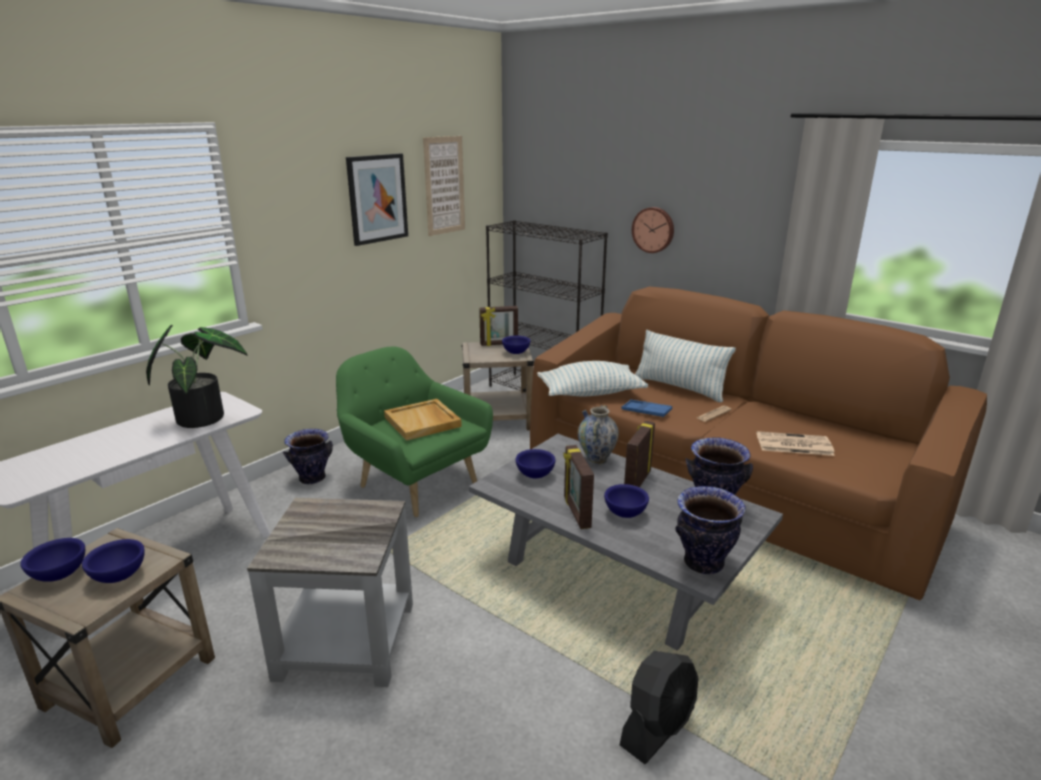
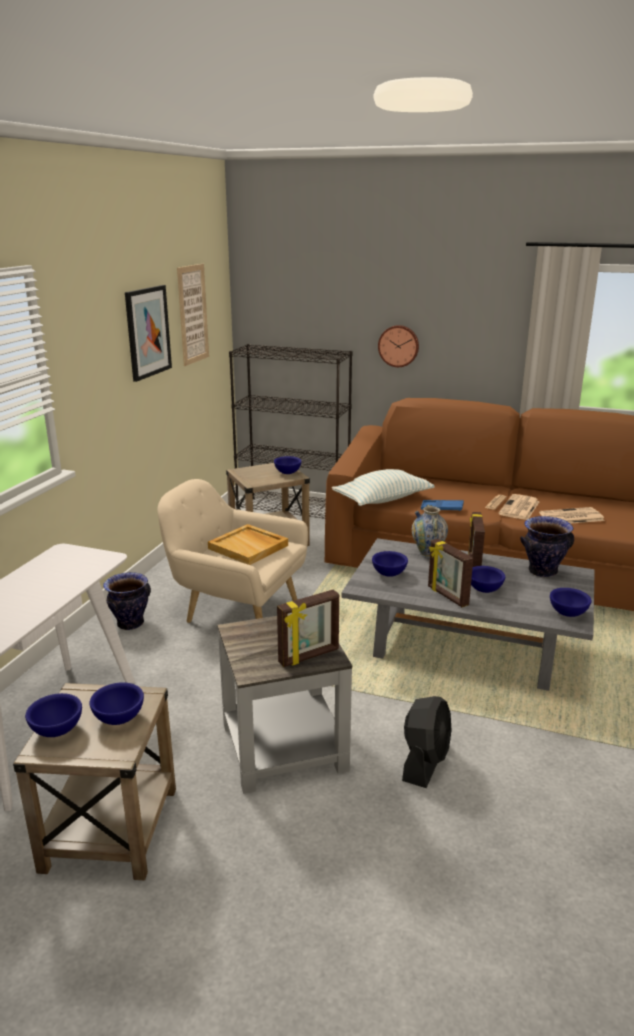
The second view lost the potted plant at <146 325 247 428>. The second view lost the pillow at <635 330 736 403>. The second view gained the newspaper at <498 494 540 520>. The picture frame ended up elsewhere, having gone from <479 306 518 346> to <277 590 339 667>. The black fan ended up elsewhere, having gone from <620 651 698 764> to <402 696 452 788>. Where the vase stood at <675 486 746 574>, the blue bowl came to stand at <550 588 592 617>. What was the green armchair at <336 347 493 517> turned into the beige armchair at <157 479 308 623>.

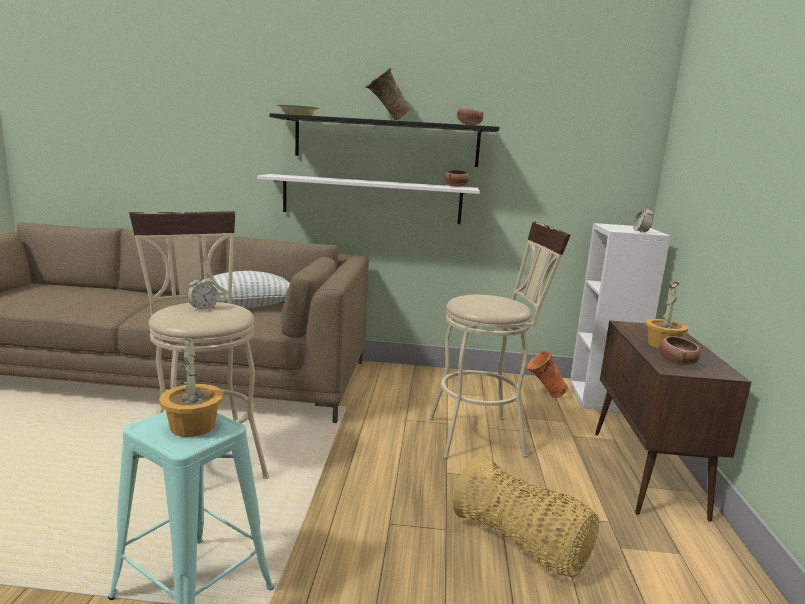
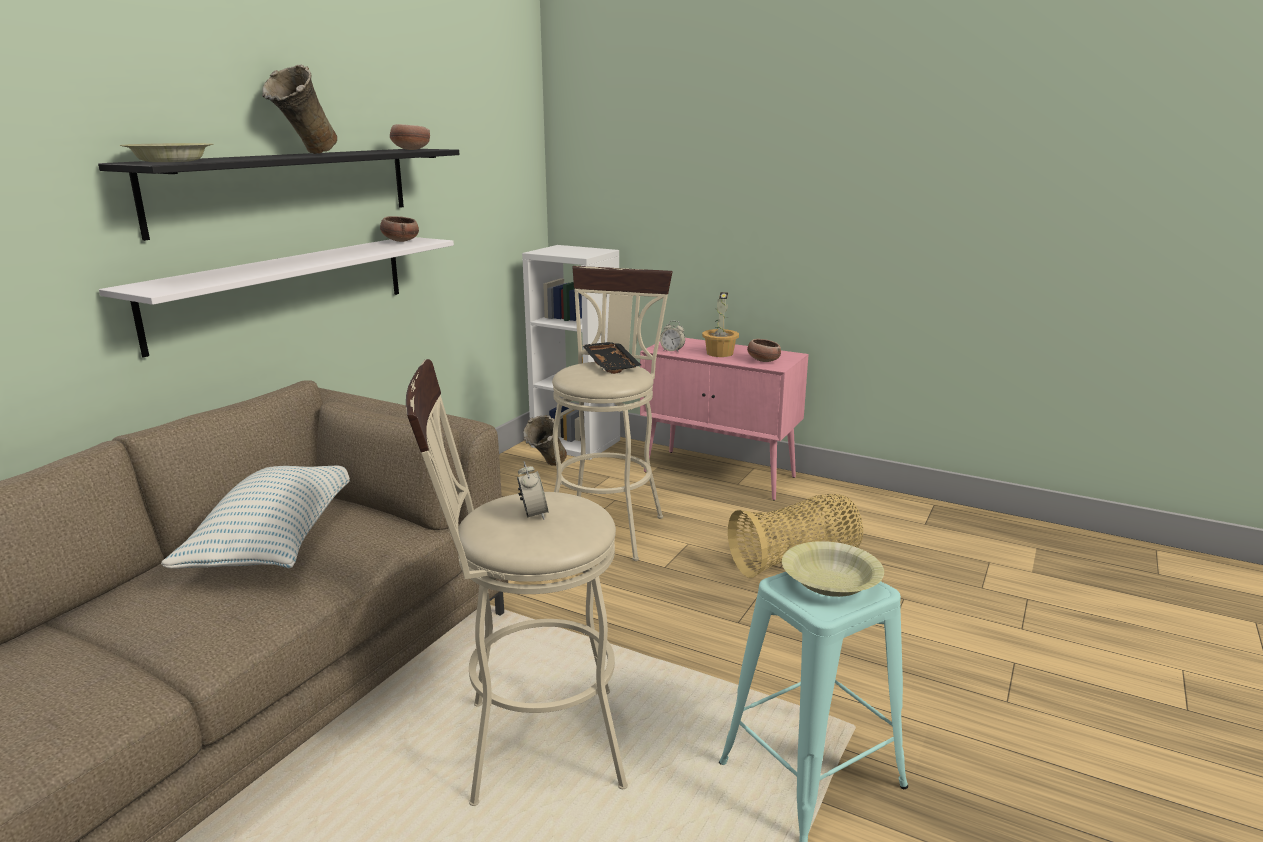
The second view gained the black tray at <582 342 641 374>. The alarm clock ended up elsewhere, having gone from <633 205 653 232> to <660 321 685 353>. Where the potted plant stood at <159 335 224 437>, the yellow bowl came to stand at <782 541 884 597>. What was the orange vase at <526 350 568 398> turned into the beige vase at <523 415 567 466>. What was the brown cabinet at <595 320 751 522> turned into the pink cabinet at <640 338 809 501>.

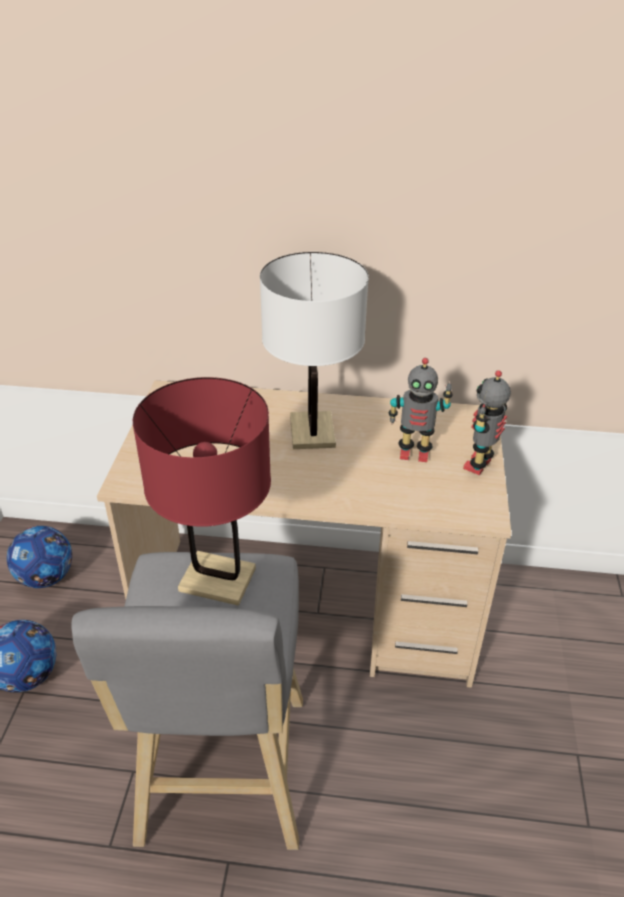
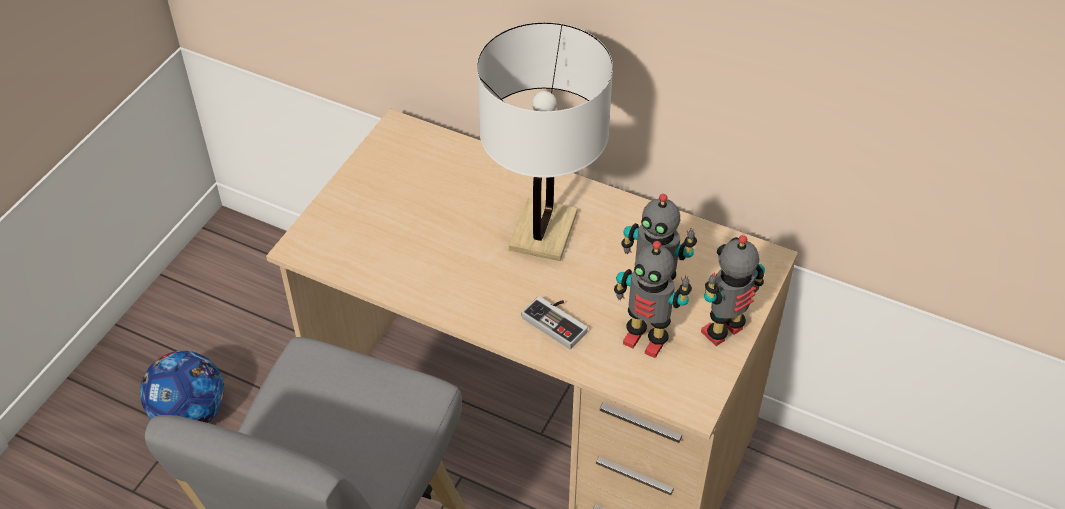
The second view lost the football at <7 526 72 588>. The second view lost the red table lamp at <133 377 271 606>. The second view gained the game controller at <522 296 588 349>. The second view gained the toy robot at <614 241 692 358>.

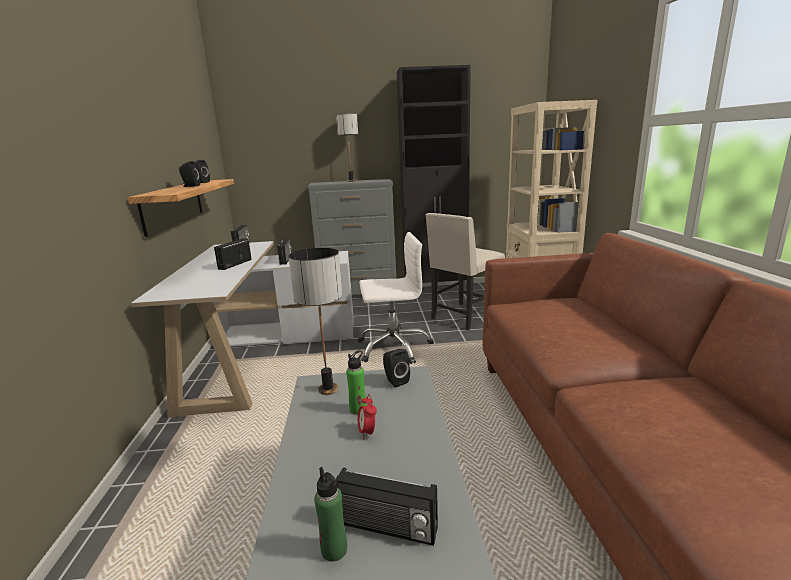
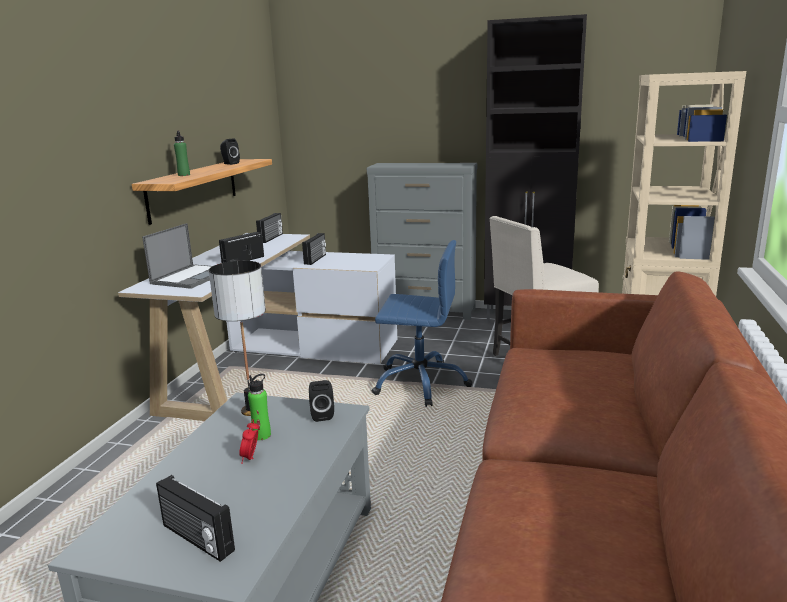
The second view lost the black speaker at <179 161 200 187>. The second view lost the table lamp at <336 113 358 182>. The second view gained the laptop at <142 223 212 289>. The green bottle ended up elsewhere, having gone from <314 467 347 562> to <174 131 190 176>. What was the white office chair at <357 232 434 364> turned into the blue office chair at <372 240 472 407>.

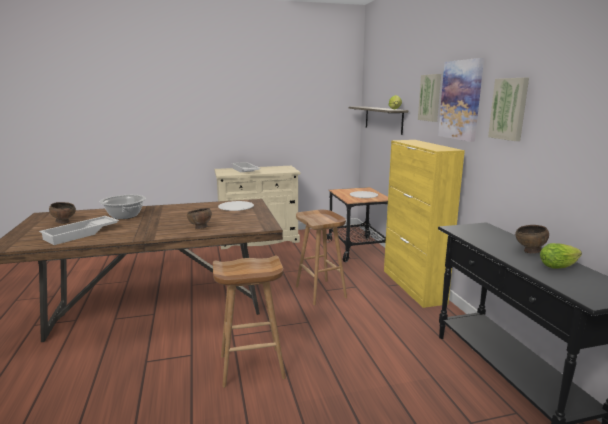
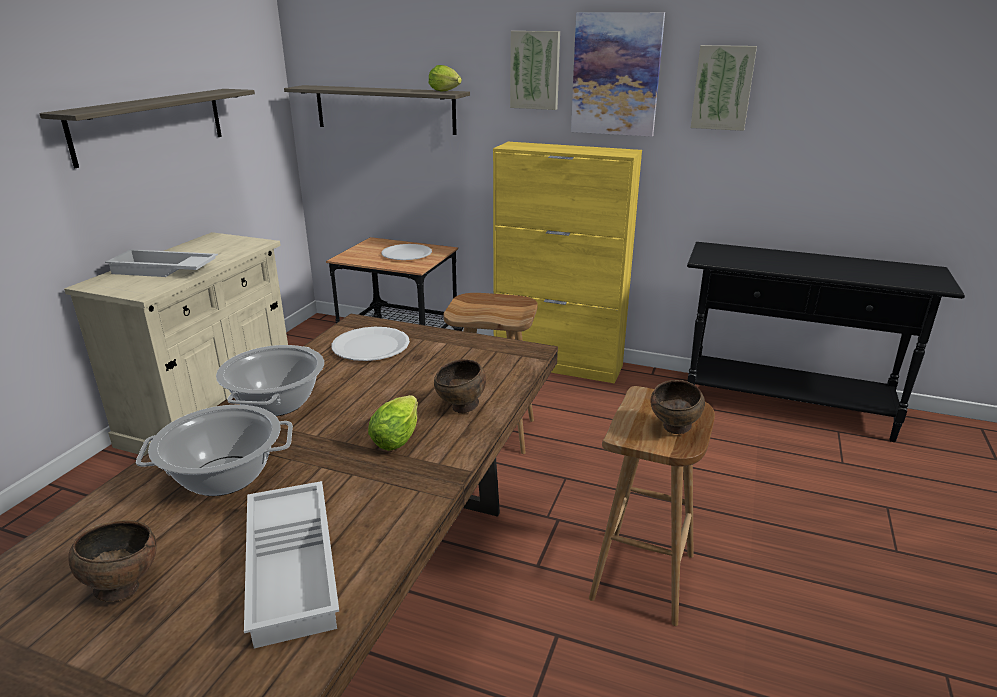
The second view gained the shelf at <39 89 255 168>. The second view gained the cooking pot at <216 345 324 416>. The brown bowl ended up elsewhere, having gone from <515 225 549 253> to <650 380 705 434>. The lettuce ended up elsewhere, having gone from <540 243 582 269> to <368 395 418 451>.

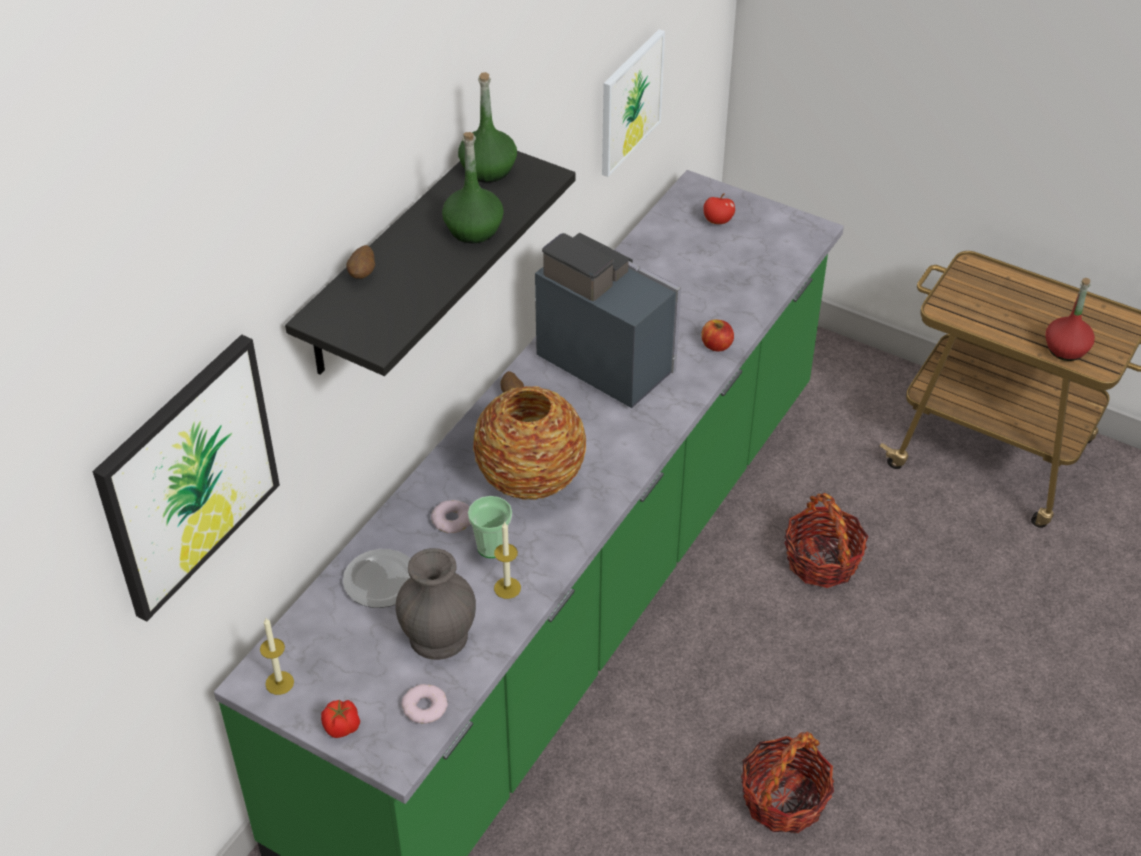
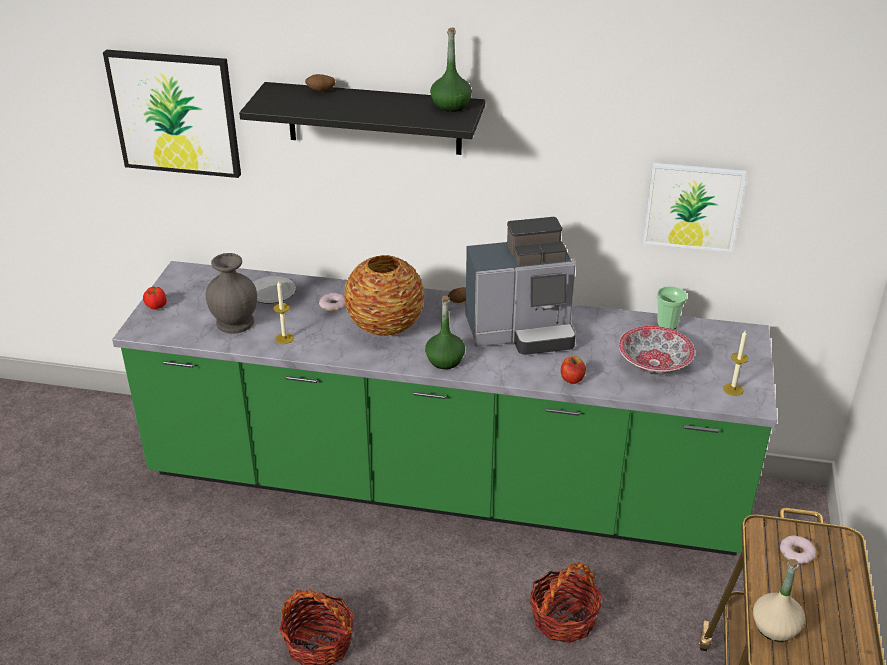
The second view lost the apple at <703 193 735 224>. The second view gained the bowl at <619 326 695 374>. The candle ended up elsewhere, having gone from <260 618 294 695> to <723 331 748 396>. The donut ended up elsewhere, having gone from <401 684 448 724> to <780 535 816 564>. The green bottle ended up elsewhere, having gone from <442 132 504 243> to <425 296 465 369>. The cup ended up elsewhere, having gone from <468 496 512 558> to <656 286 687 330>. What was the red bottle at <1045 278 1095 361> turned into the beige bottle at <753 559 805 642>. The coffee machine at <535 233 681 408> ended up facing another way, 60 degrees clockwise from before.

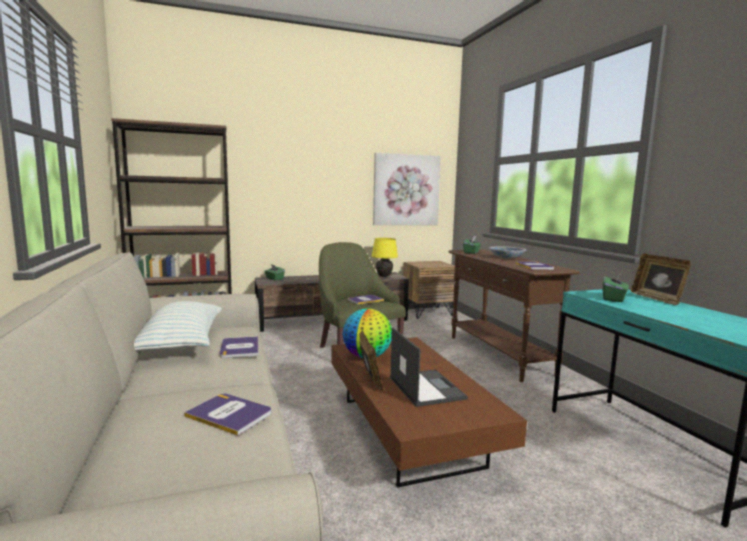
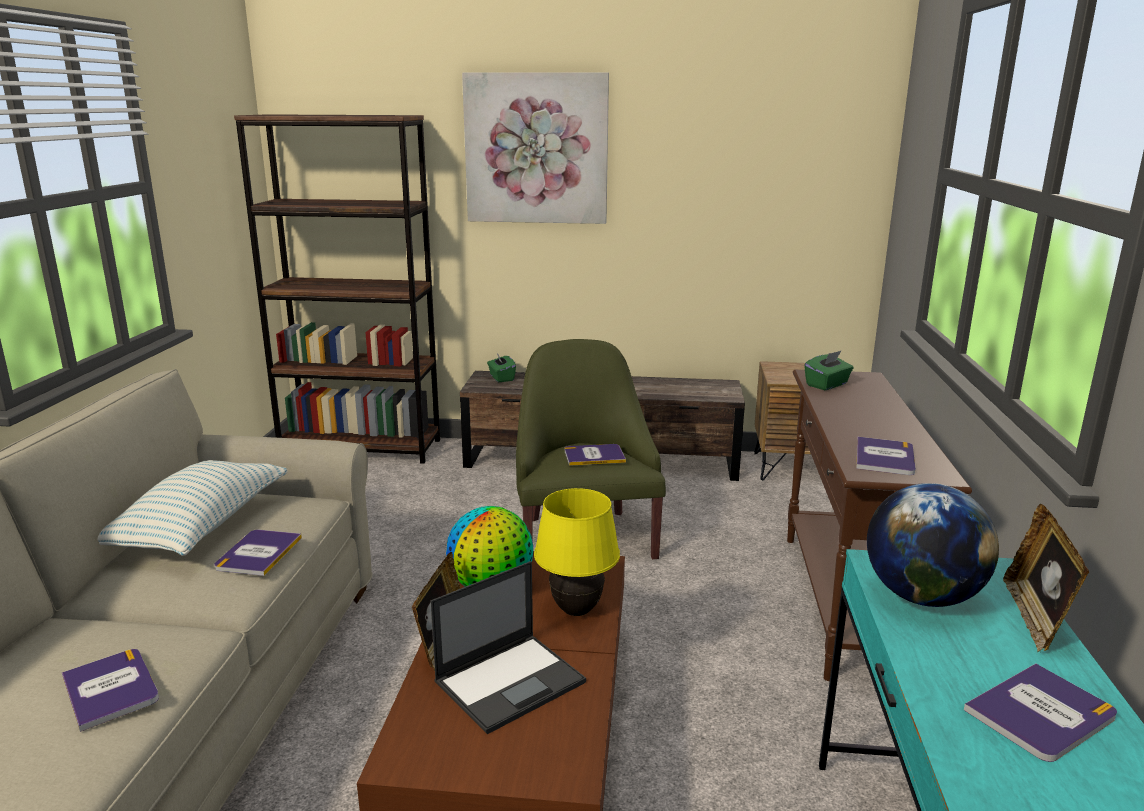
The second view lost the bowl at <489 246 526 259>. The second view gained the book at <964 663 1117 762>. The yellow table lamp ended up elsewhere, having gone from <371 238 398 277> to <534 488 620 616>. The picture ended up elsewhere, having gone from <373 153 441 225> to <462 72 609 224>. Where the green tissue box stood at <603 273 629 302>, the globe came to stand at <867 483 999 607>. The laptop at <390 327 468 407> ended up facing another way, 45 degrees clockwise from before.

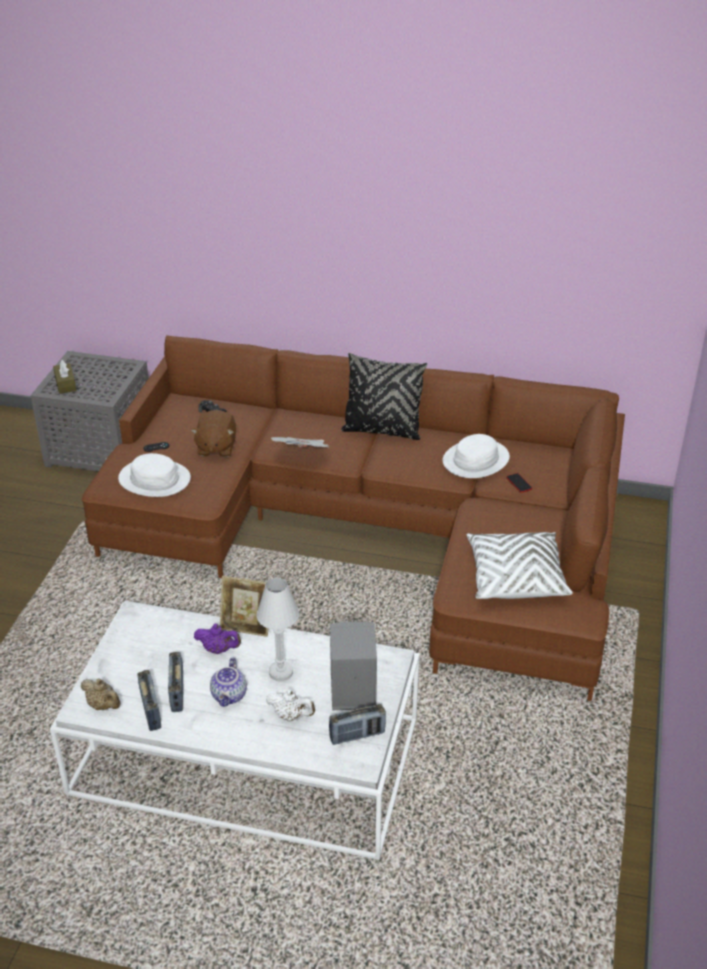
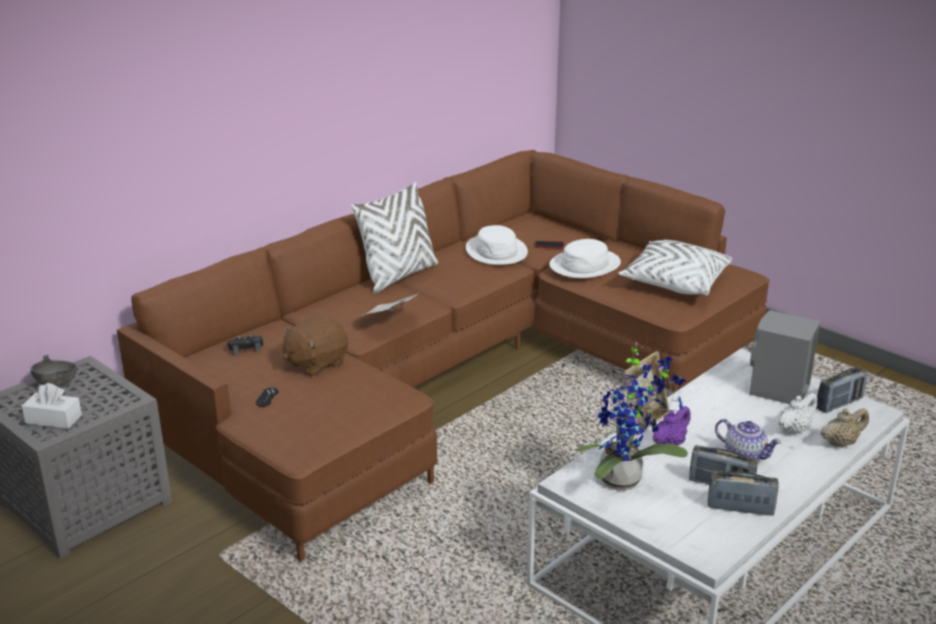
The second view lost the white table lamp at <256 578 299 681>. The second view gained the grey bowl at <30 355 77 386>. The second view gained the potted plant at <577 342 688 490>. The beige teapot ended up elsewhere, having gone from <81 678 120 710> to <820 408 869 448>. The white hat ended up elsewhere, having gone from <118 453 191 497> to <549 239 621 278>. What was the brown tissue box at <53 360 77 394> turned into the white tissue box at <22 383 82 429>. What was the black pillow at <341 353 427 440> turned into the white pillow at <351 182 438 294>. The brown plush toy at <191 410 236 457> ended up facing another way, 105 degrees clockwise from before. The radio at <329 704 386 745> ended up facing another way, 45 degrees clockwise from before.

